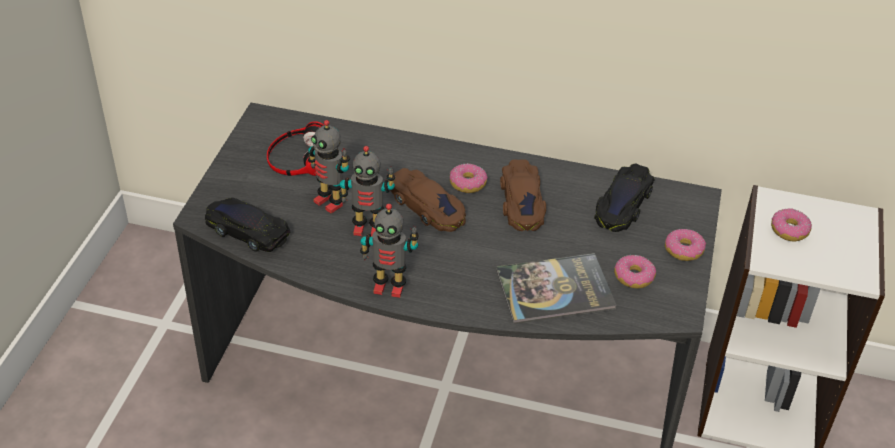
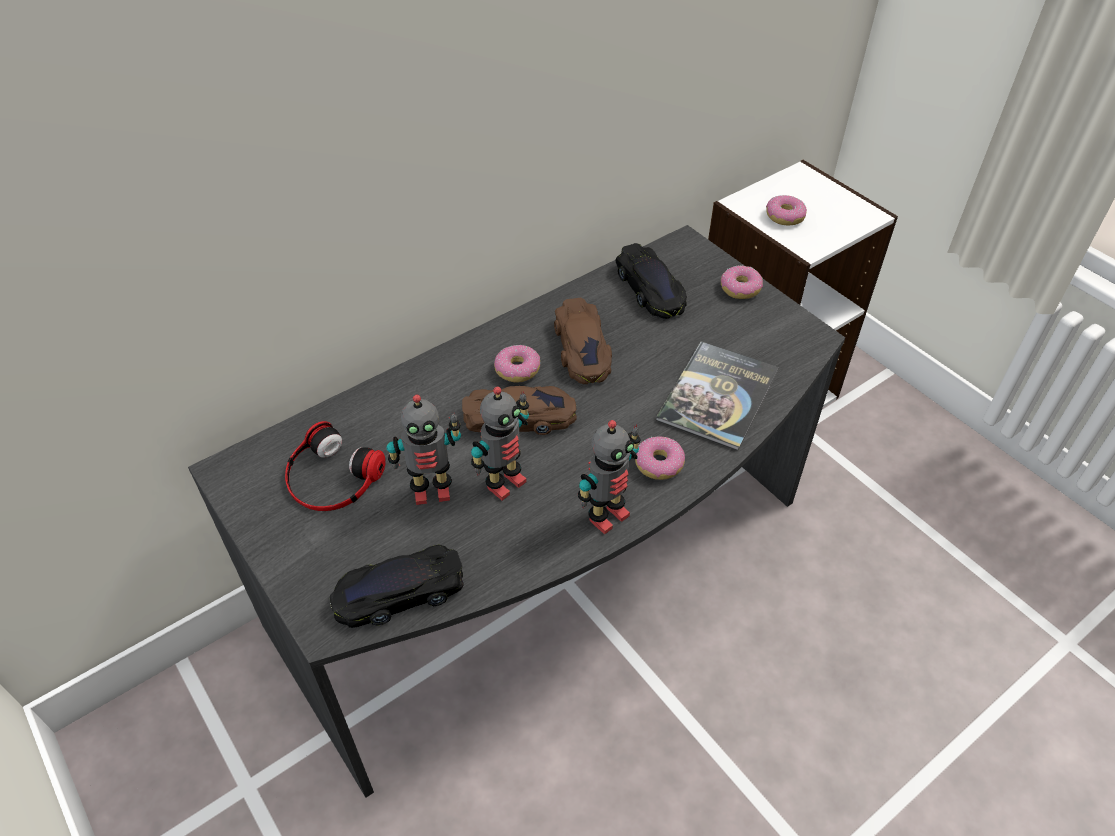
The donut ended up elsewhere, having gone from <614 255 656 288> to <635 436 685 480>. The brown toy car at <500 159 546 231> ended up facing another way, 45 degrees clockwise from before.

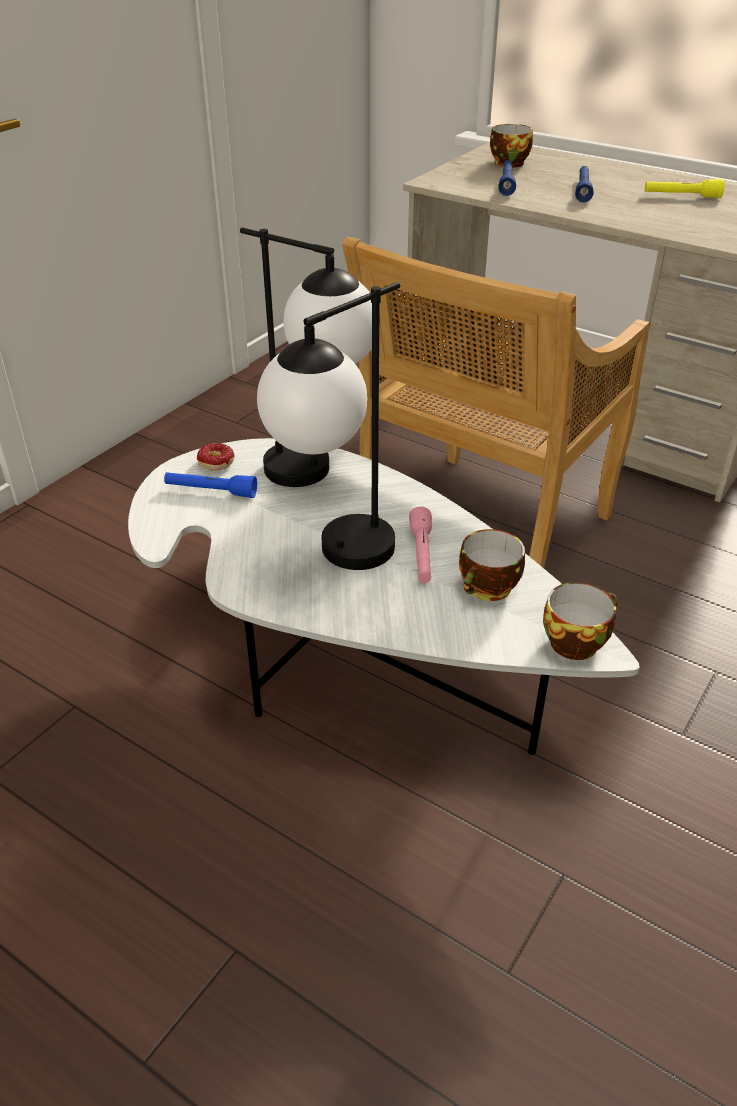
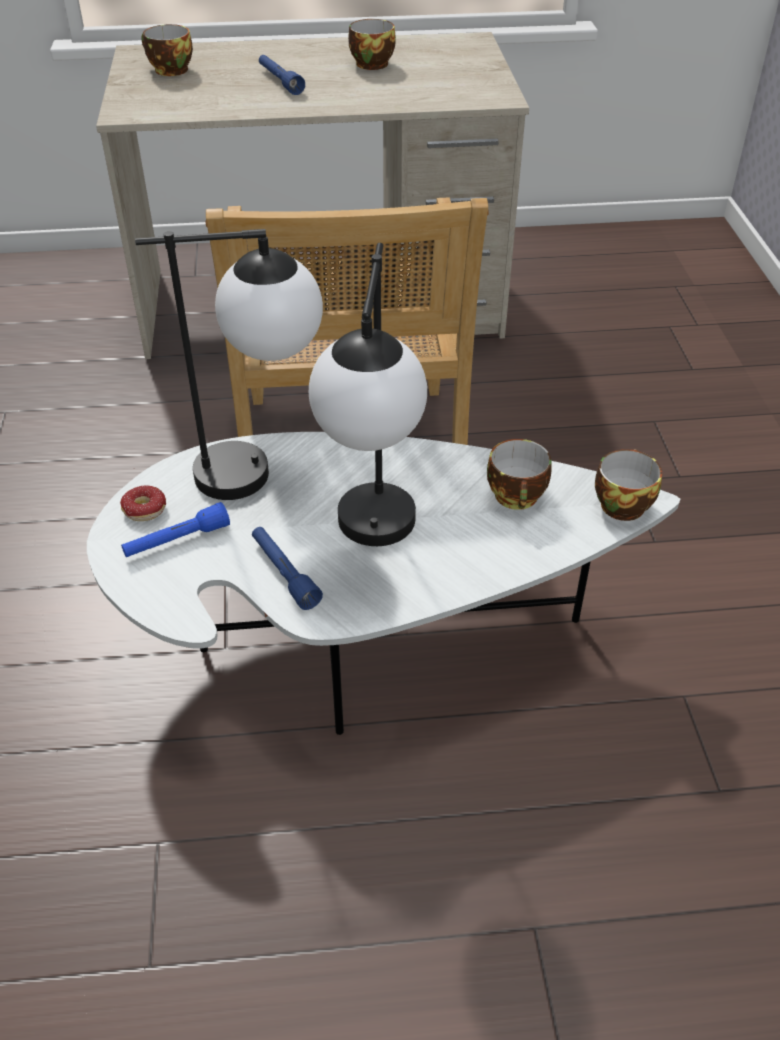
The second view lost the pink flashlight at <409 506 432 583>. The blue flashlight ended up elsewhere, having gone from <498 160 516 196> to <252 527 323 610>. Where the yellow flashlight stood at <645 179 725 198>, the cup came to stand at <348 19 396 70>.

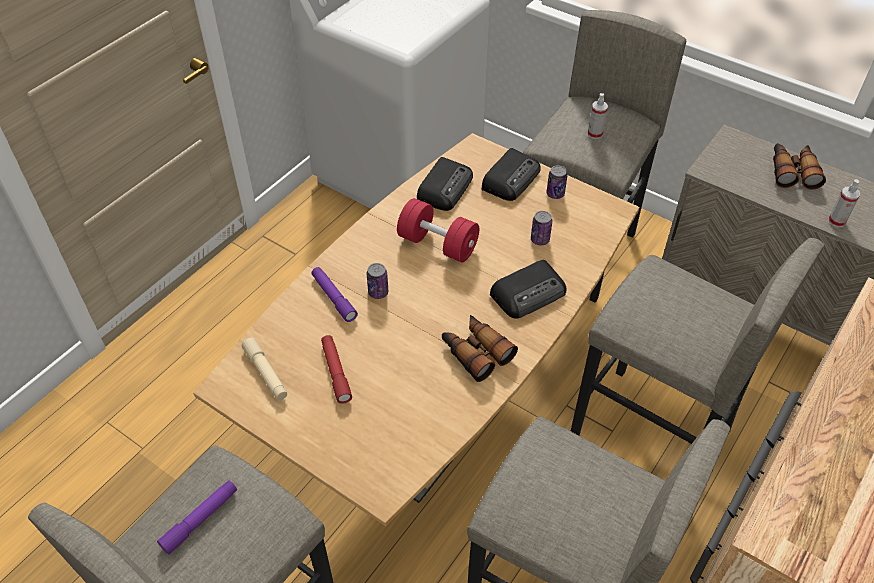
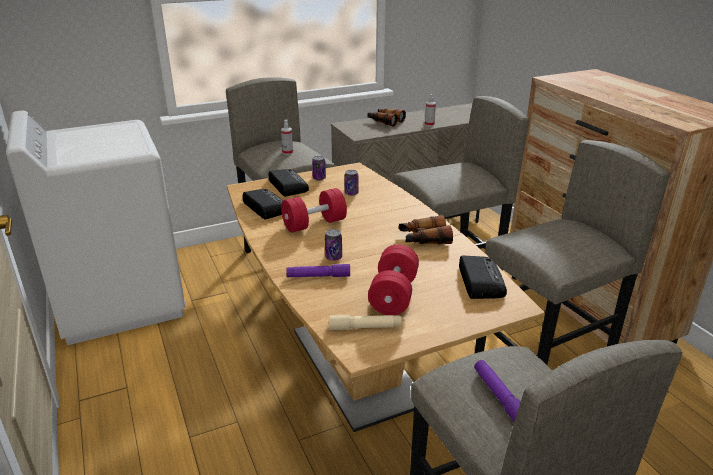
The radio ended up elsewhere, having gone from <490 260 566 319> to <459 255 507 299>. Where the red flashlight stood at <321 335 352 404>, the red dumbbell came to stand at <368 244 419 315>.

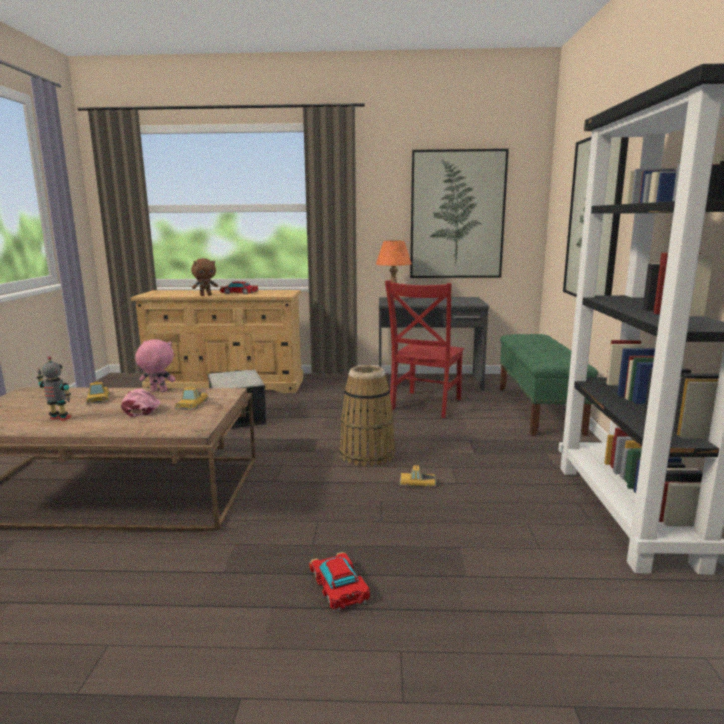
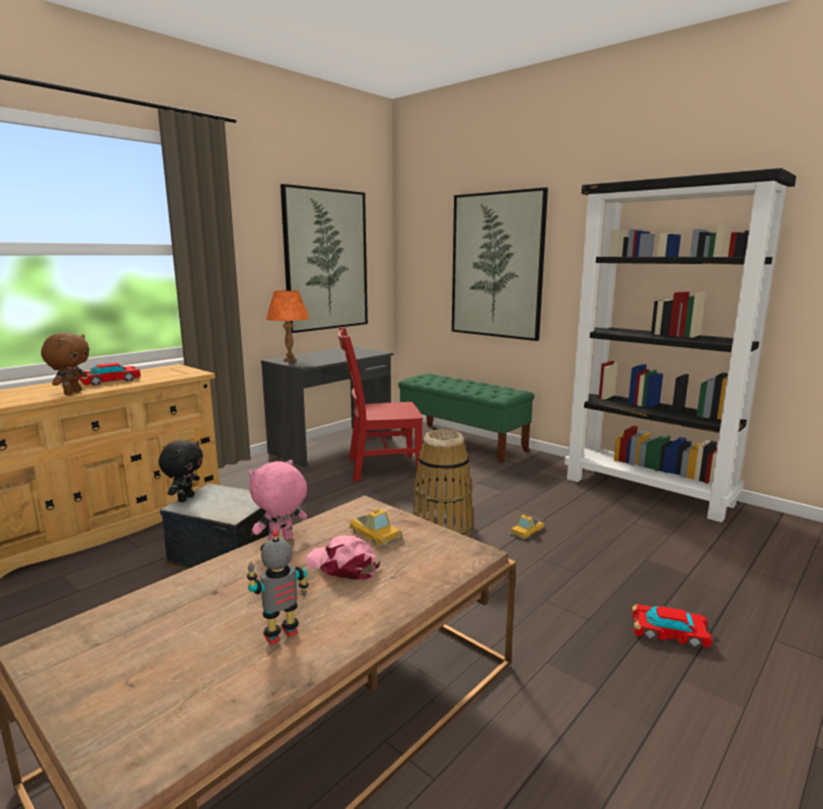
The second view lost the toy car at <86 381 110 404>. The second view gained the black plush toy at <158 440 203 502>. The red chair at <385 280 464 418> ended up facing another way, 105 degrees clockwise from before.

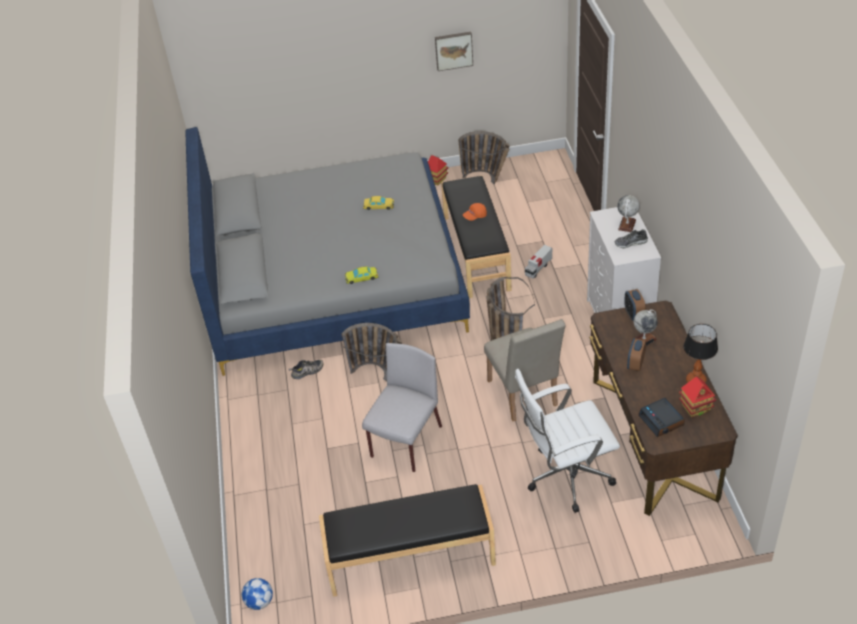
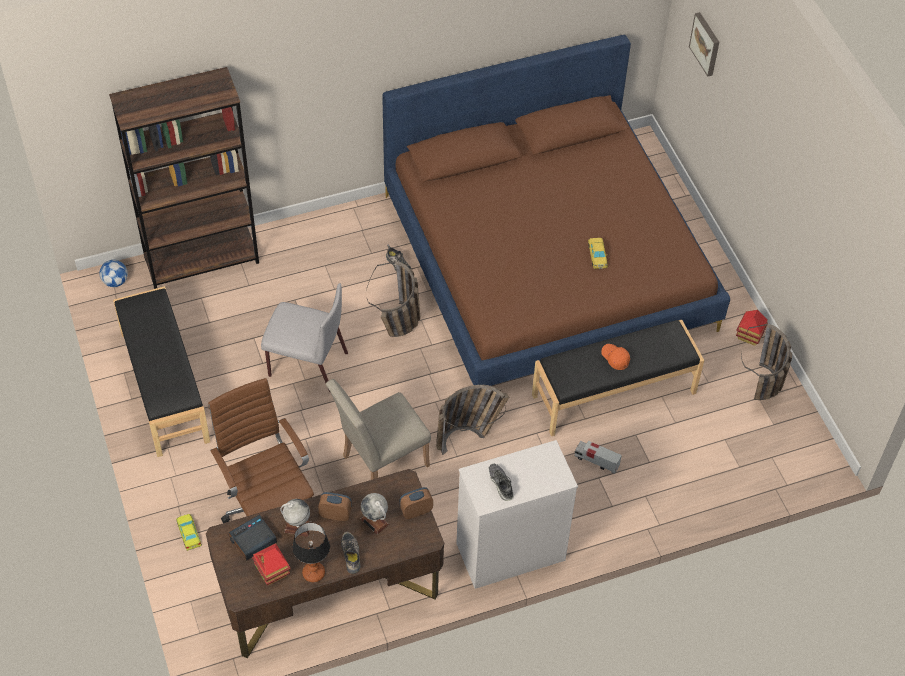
The second view gained the brown bookcase at <109 67 259 289>. The second view gained the shoe at <341 532 360 574>. The yellow toy car ended up elsewhere, having gone from <345 266 378 284> to <176 514 202 551>. The picture ended up elsewhere, having gone from <435 32 473 71> to <689 12 719 77>. The globe ended up elsewhere, having gone from <617 195 640 232> to <280 499 310 537>. What was the grey bed at <185 127 470 376> turned into the brown bed at <382 35 730 386>. What was the white office chair at <515 369 620 513> turned into the brown office chair at <208 378 314 523>.

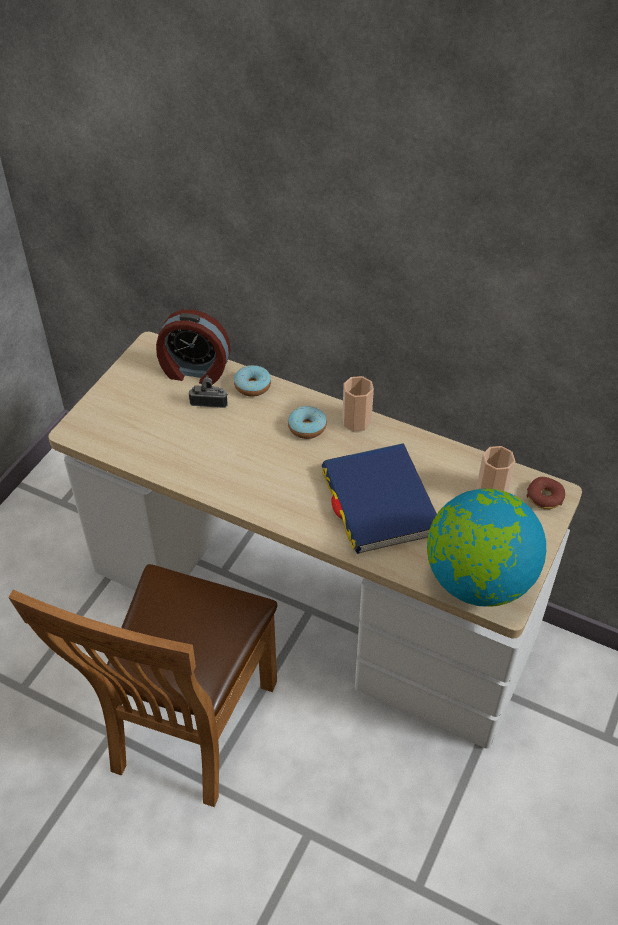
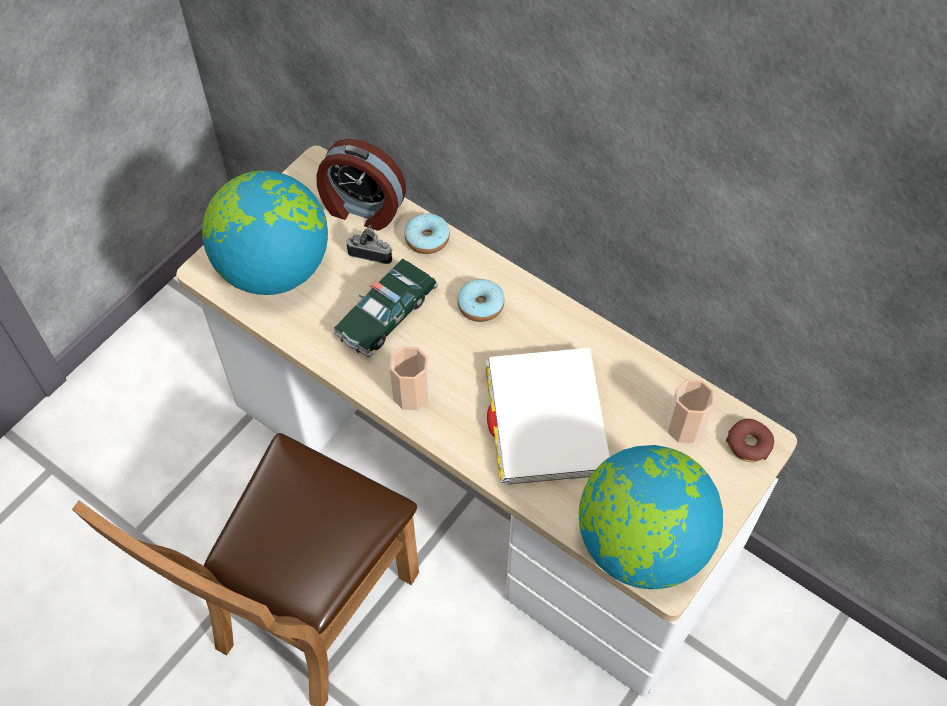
The second view gained the globe at <202 171 328 295>. The second view gained the toy car at <333 259 438 357>. The cup ended up elsewhere, having gone from <342 376 374 432> to <389 347 430 410>. What was the blue book at <321 443 437 554> turned into the white book at <485 348 610 485>.

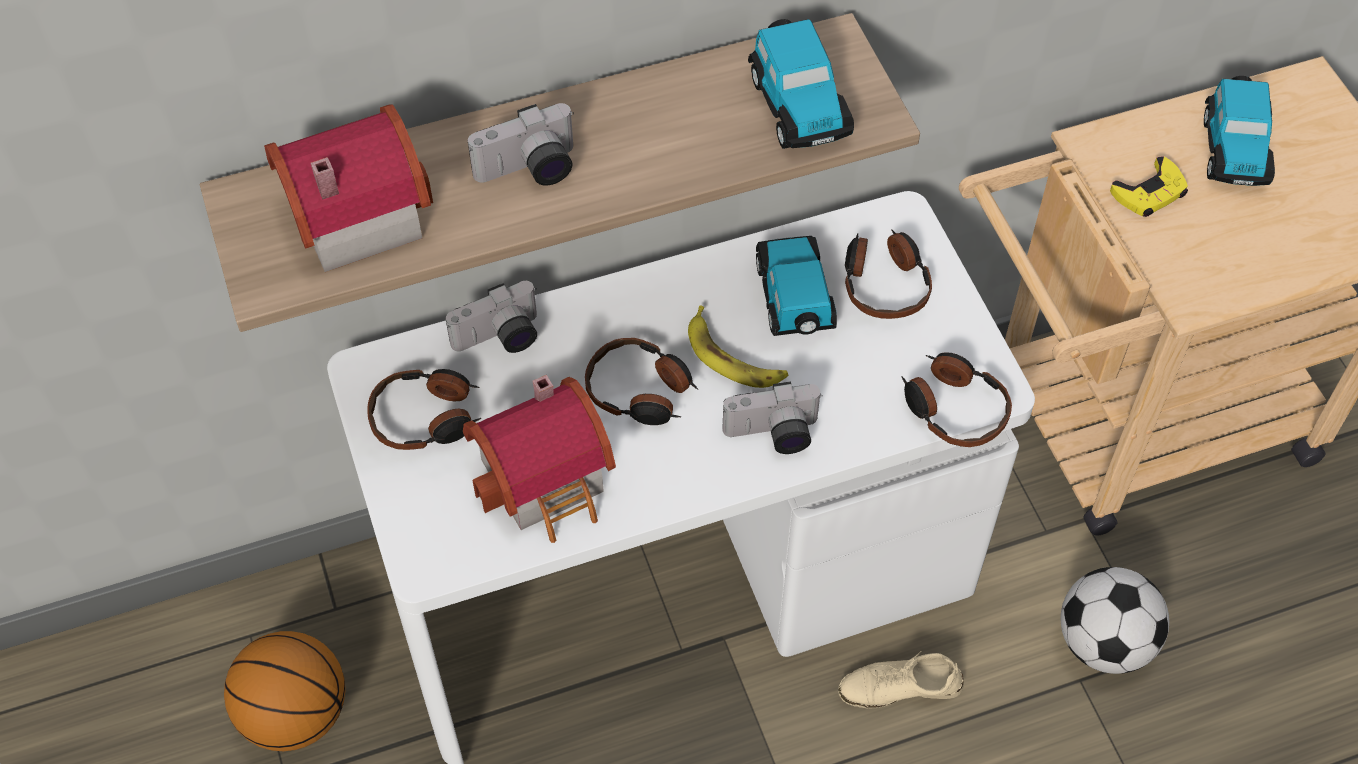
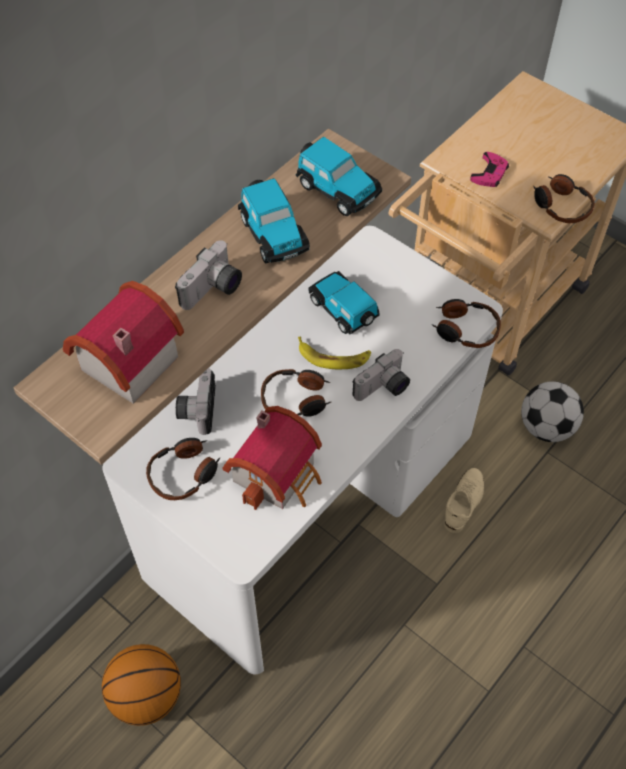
The headphones ended up elsewhere, having gone from <845 229 932 319> to <534 174 595 223>. The toy car ended up elsewhere, having gone from <1204 76 1275 186> to <238 178 310 263>. What was the yellow game controller at <1110 156 1188 217> turned into the pink game controller at <470 152 509 187>. The photo camera at <445 281 537 353> ended up facing another way, 150 degrees clockwise from before. The beige shoe at <838 651 964 708> ended up facing another way, 150 degrees clockwise from before.

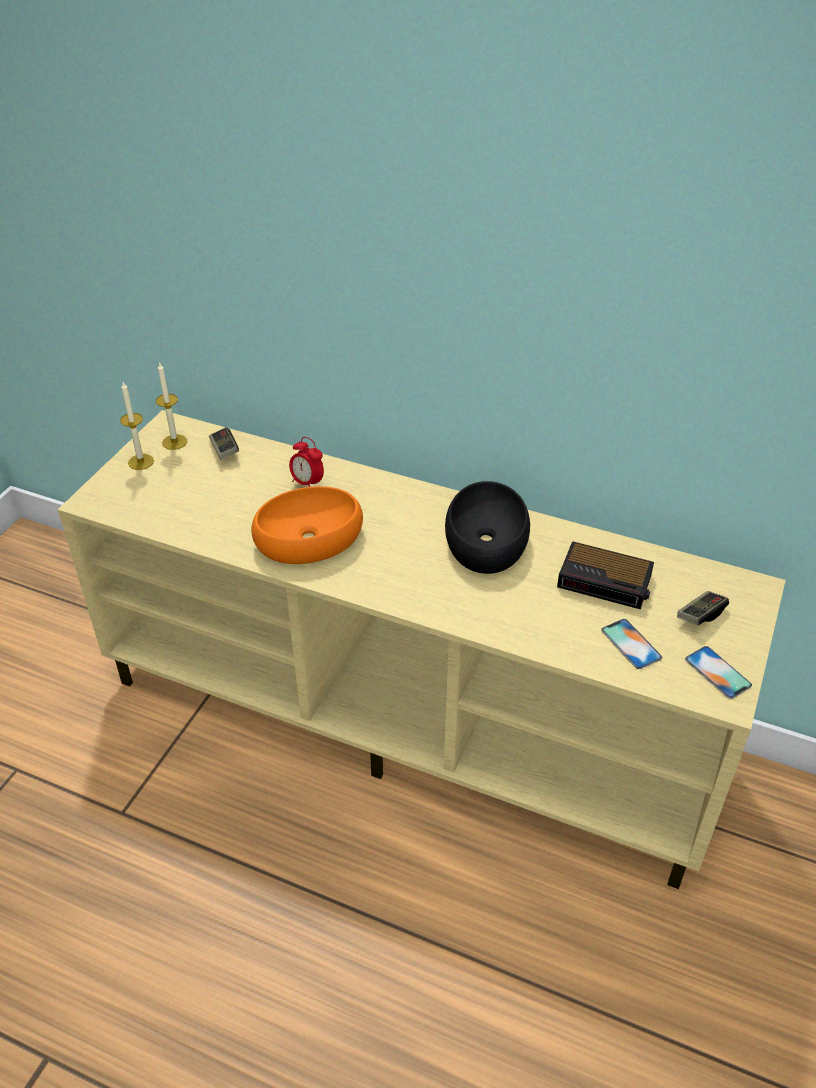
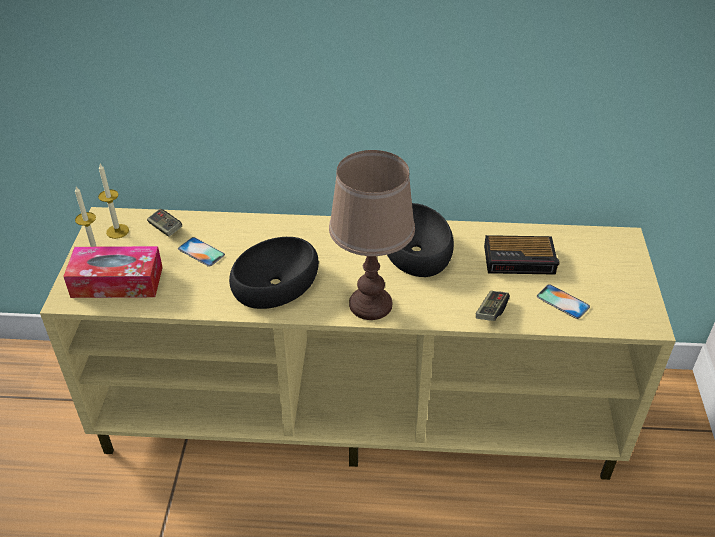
The second view lost the alarm clock at <289 437 324 487>. The second view gained the tissue box at <63 246 163 298>. The second view gained the brown table lamp at <329 150 415 320>. The game controller ended up elsewhere, having gone from <677 591 729 625> to <476 291 510 321>. The phone ended up elsewhere, having gone from <685 646 752 699> to <178 237 225 267>. What was the orange bowl at <251 486 363 564> turned into the black bowl at <229 237 319 309>.

